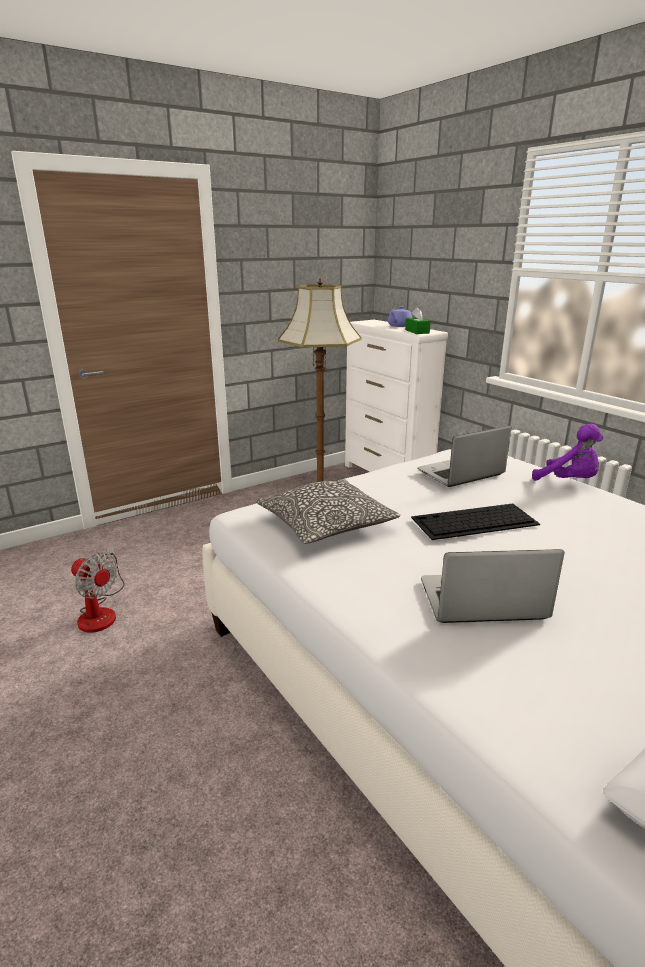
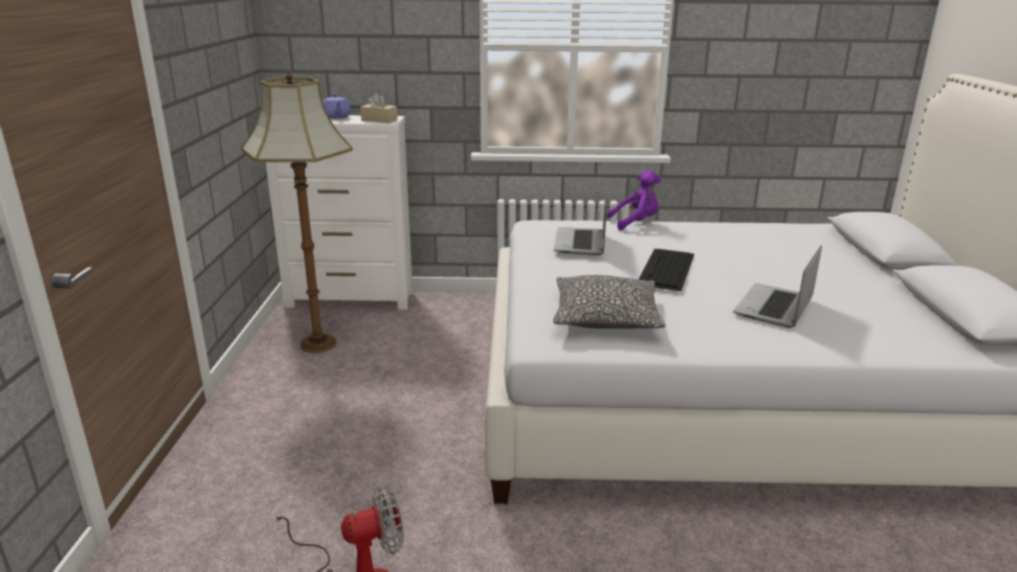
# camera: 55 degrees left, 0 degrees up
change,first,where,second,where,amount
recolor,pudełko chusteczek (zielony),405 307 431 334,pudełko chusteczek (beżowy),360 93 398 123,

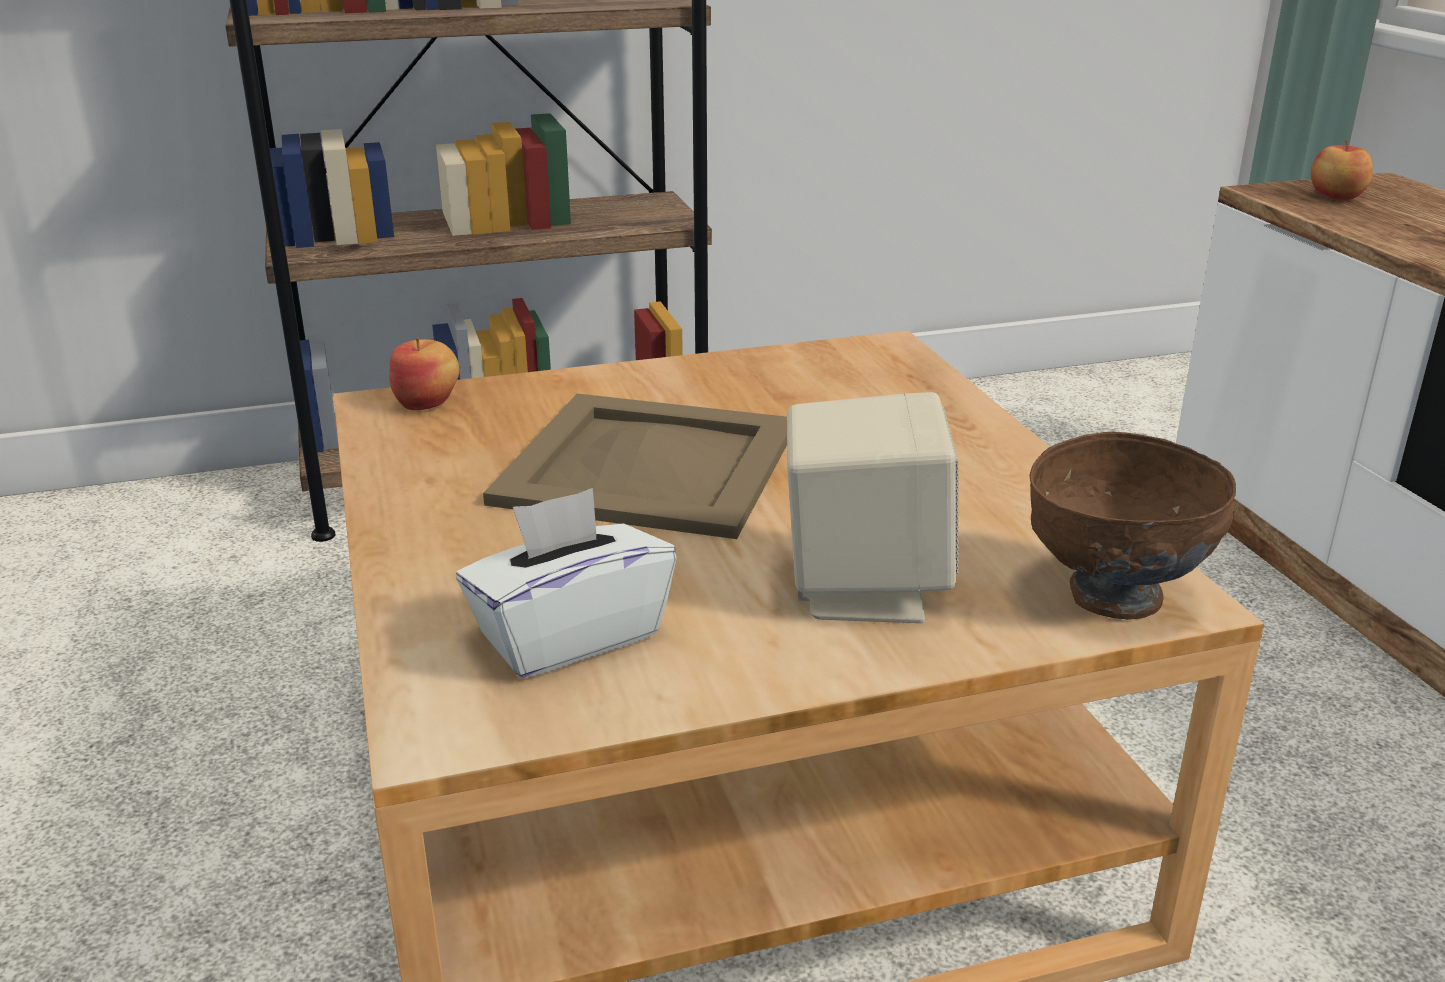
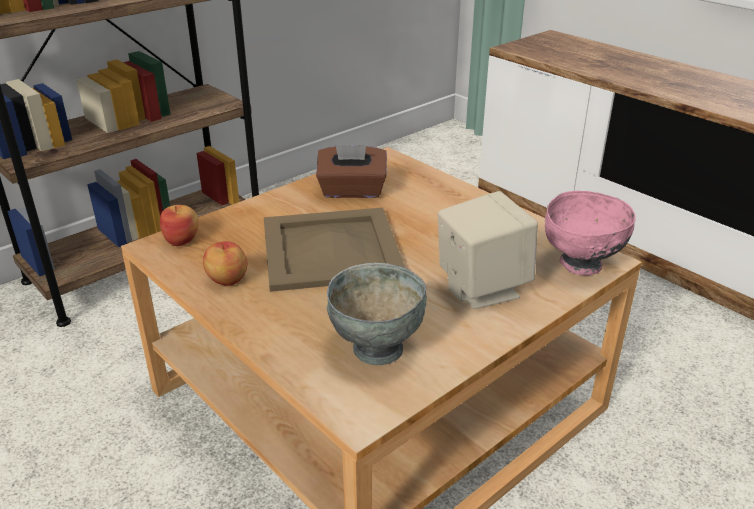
# camera: 25 degrees left, 5 degrees up
change,first,where,second,where,amount
insert,,,pudełko chusteczek (brązowy),316 145 387 198,
move,jabłko,1311 139 1373 201,,203 241 247 286,
replace,pudełko chusteczek (biały),456 488 677 678,miska (szary),327 263 427 365,
recolor,miska (brązowy),1029 432 1236 620,miska (różowy),545 191 636 275,

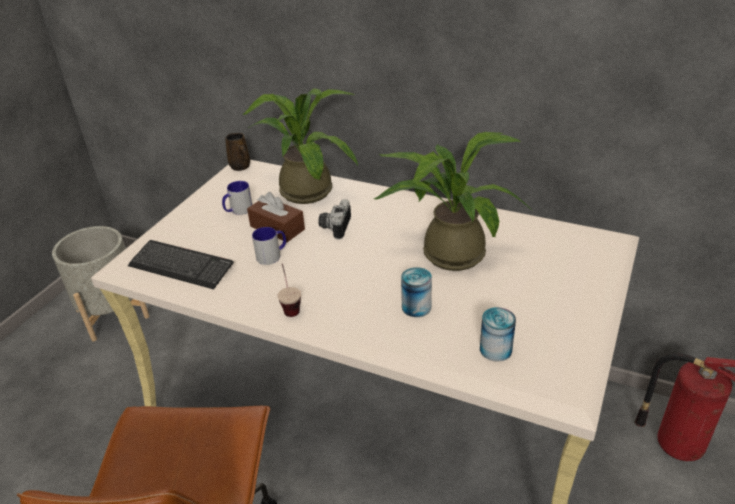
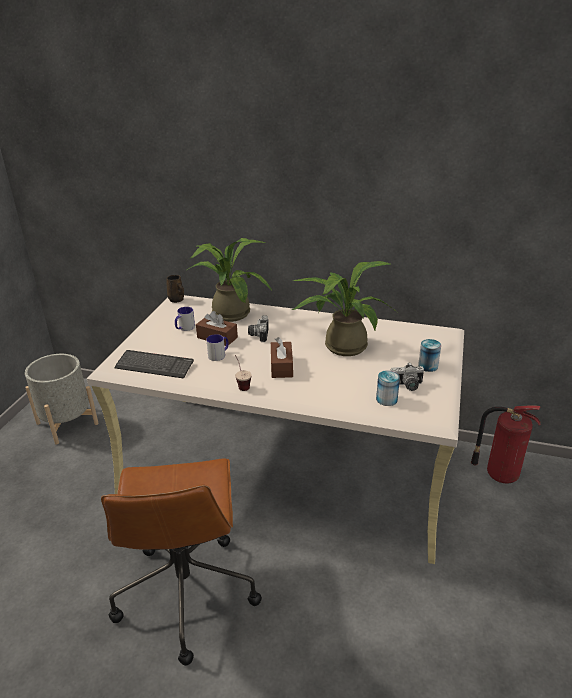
# camera: 10 degrees left, 5 degrees down
change,first,where,second,where,amount
insert,,,pudełko chusteczek (brązowy),271 337 293 378,
insert,,,aparat fotograficzny,390 362 424 391,
move,puszka,401 267 432 317,,418 339 441 372,

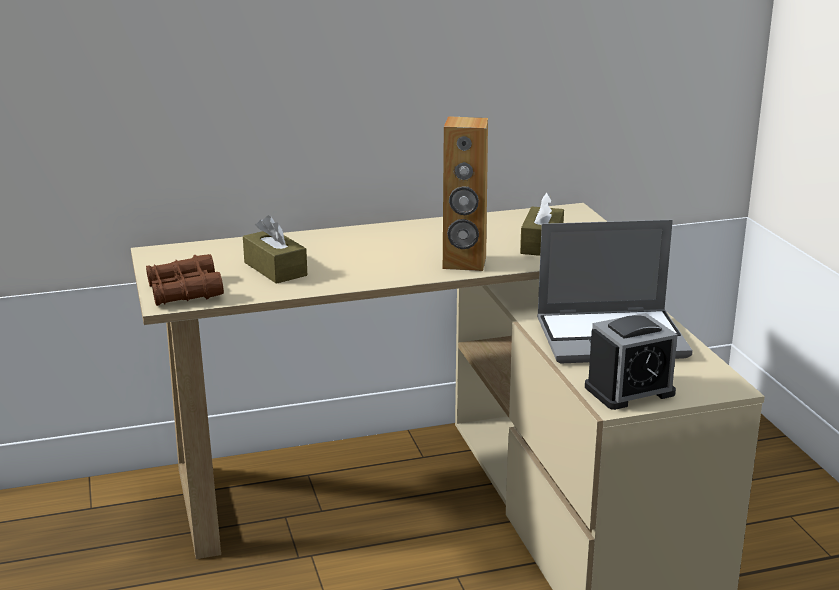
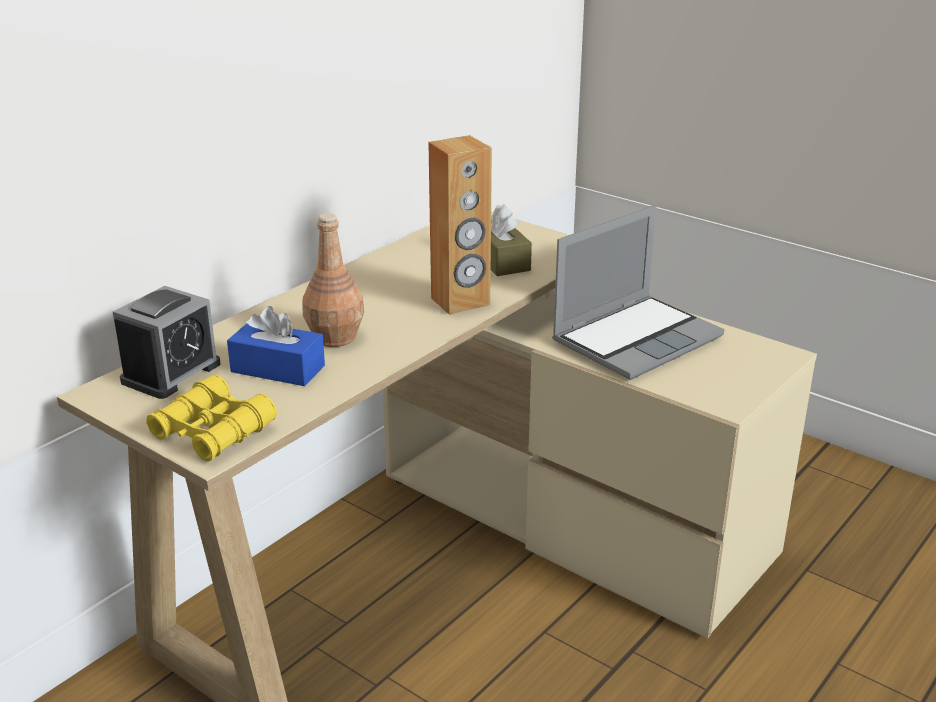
# camera: 35 degrees left, 5 degrees up
change,first,where,second,where,amount
insert,,,butelka (brązowy),302 213 364 347,
move,budzik,585 313 677 410,,113 286 221 399,
recolor,lornetka (brązowy),146 254 224 306,lornetka (żółty),146 375 277 461,
recolor,pudełko chusteczek (brązowy),243 215 307 284,pudełko chusteczek (niebieski),227 306 325 386,

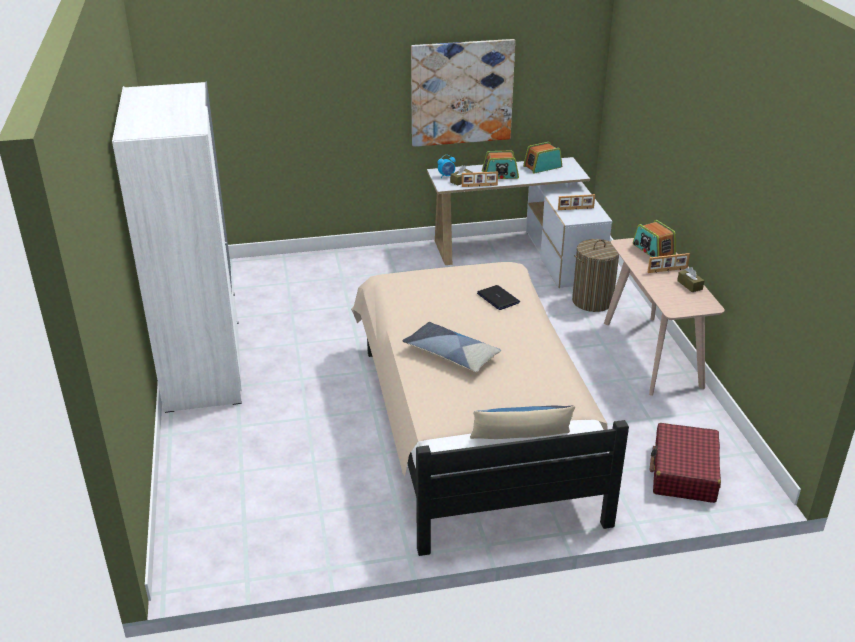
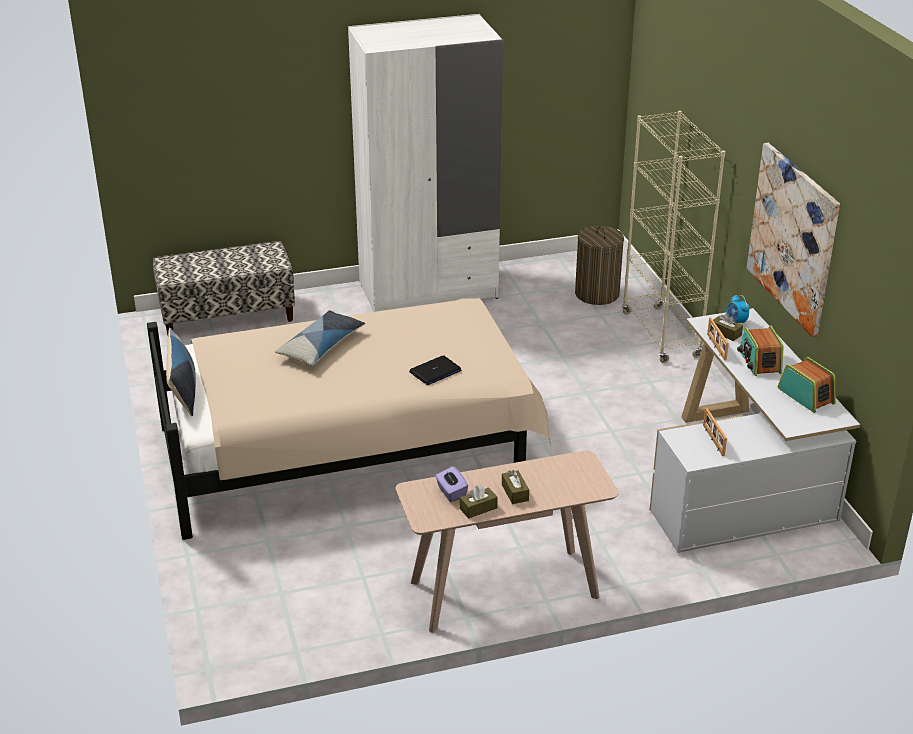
# camera: 85 degrees right, 0 degrees up
change,first,where,second,where,amount
delete,radio,633 220 676 257,,,
delete,walizka (czerwony),650 423 721 503,,,
insert,,,ławka,153 241 295 335,
insert,,,pudełko chusteczek (fioletowy),435 466 468 502,
insert,,,regał (beżowy),622 111 725 363,
move,kosz na pranie,572 239 619 312,,575 226 624 305,
replace,ramka na zdjęcie,648 253 690 273,pudełko chusteczek (brązowy),502 470 529 504,

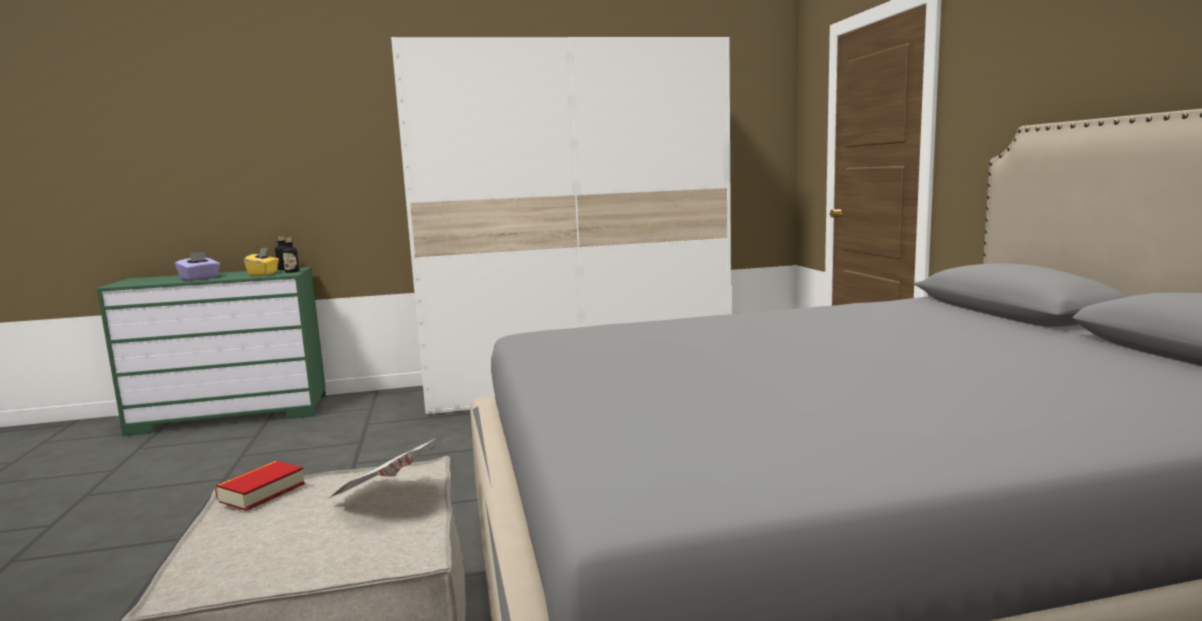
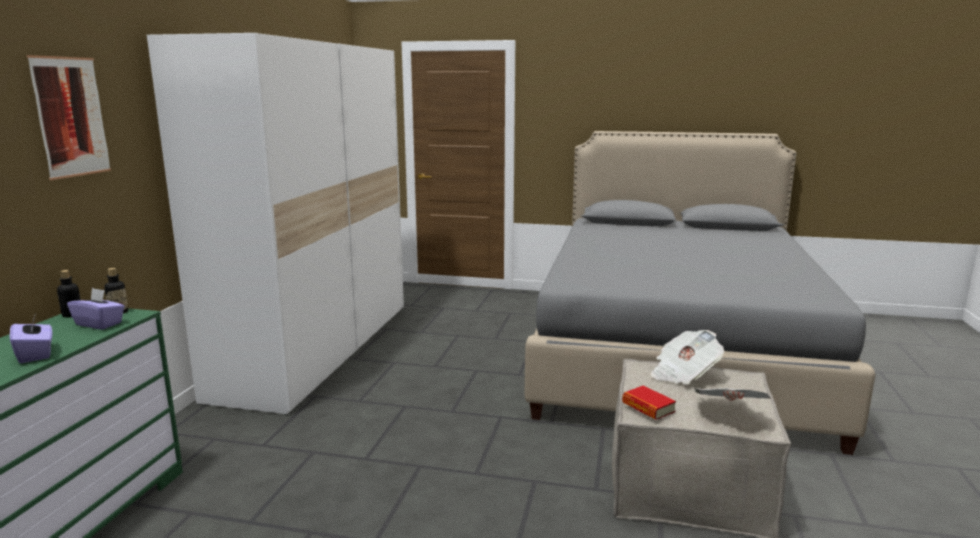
# camera: 65 degrees left, 5 degrees up
change,first,where,second,where,amount
insert,,,obraz,27 55 111 180,
insert,,,gazeta,694 388 771 401,
recolor,pudełko chusteczek (żółty),244 247 279 276,pudełko chusteczek (fioletowy),67 288 125 330,

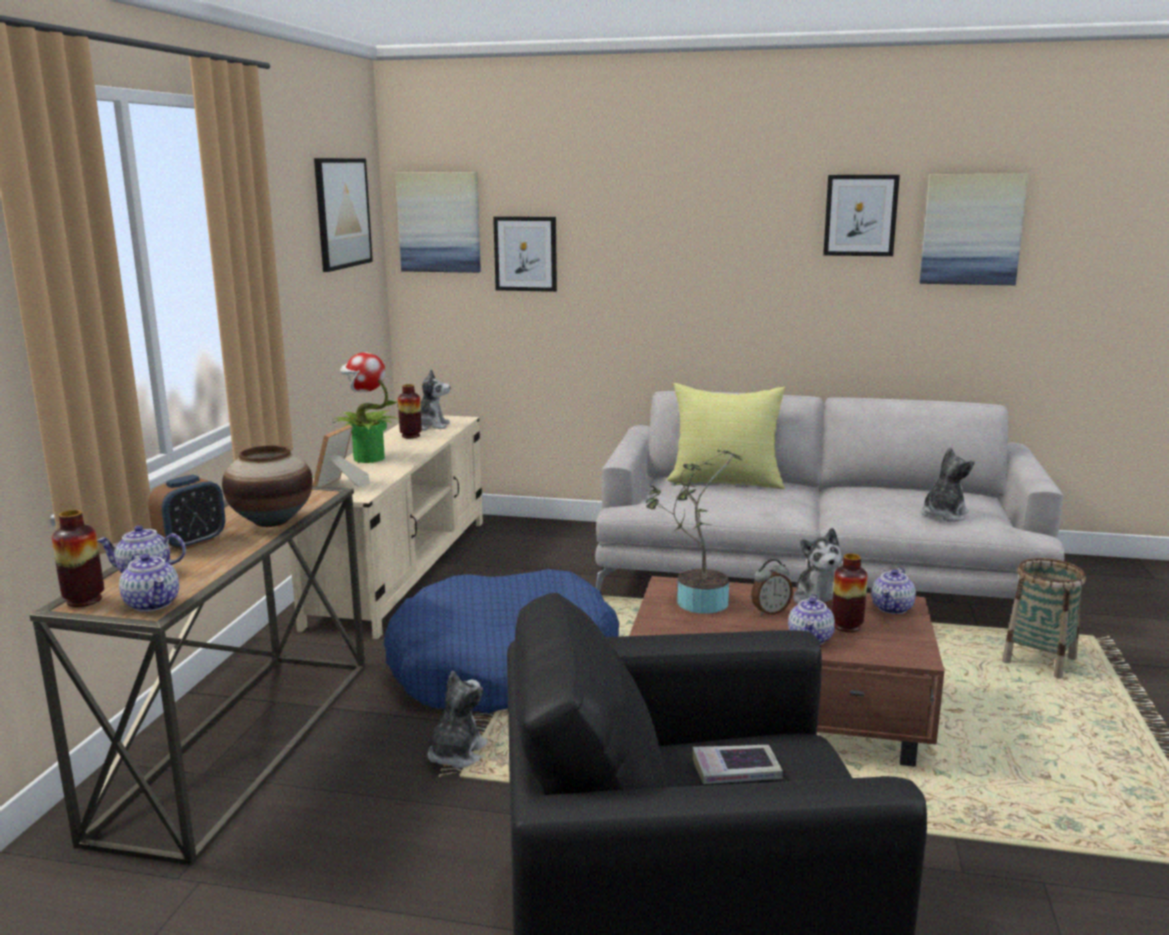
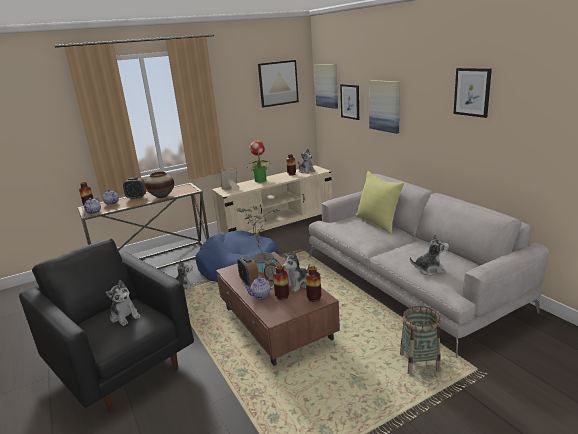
# camera: 50 degrees right, 5 degrees up
change,first,where,second,where,amount
insert,,,budzik,237 256 259 286,
move,obraz,920 174 1029 285,,369 80 400 134,
replace,książka,693 745 783 784,pluszak,106 280 141 326,
replace,imbryk,871 568 916 614,wazon,305 266 321 302,

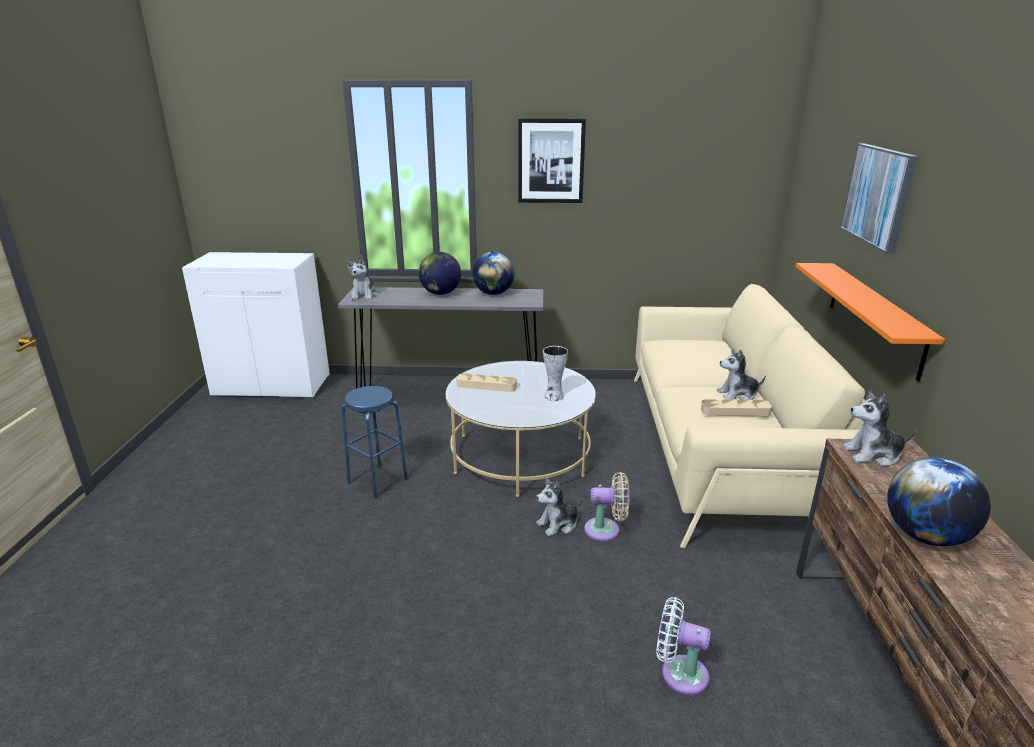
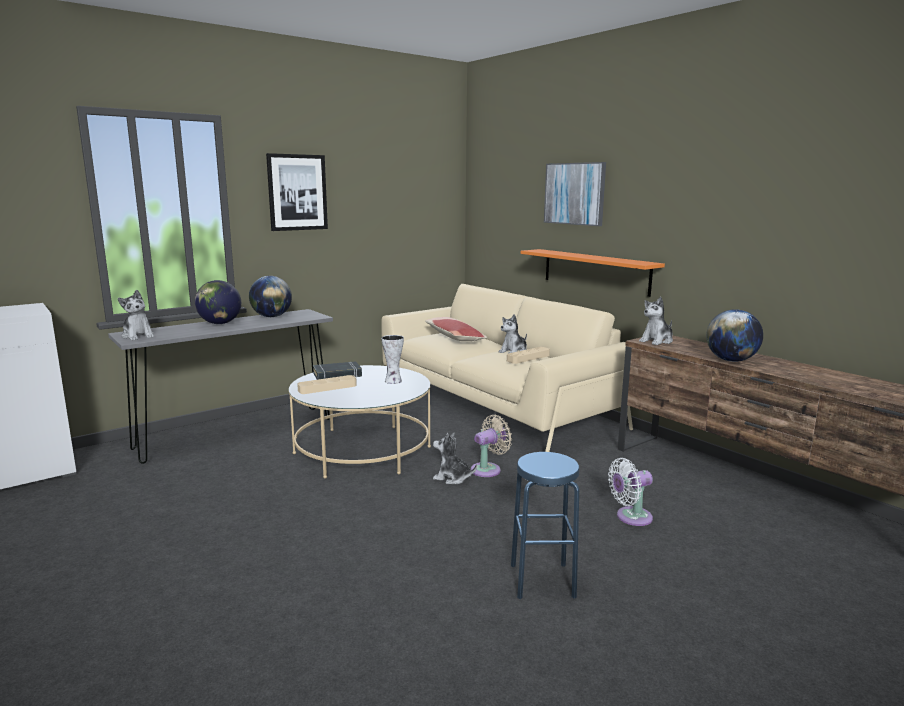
# camera: 40 degrees left, 10 degrees down
change,first,where,second,where,amount
insert,,,książka (czarny),313 361 362 380,
insert,,,poduszka,425 317 487 342,
move,stołek (niebieski),342 386 408 499,,511 452 579 599,
rotate,pluszak,536 478 583 536,,433 433 477 485,90 degrees clockwise

